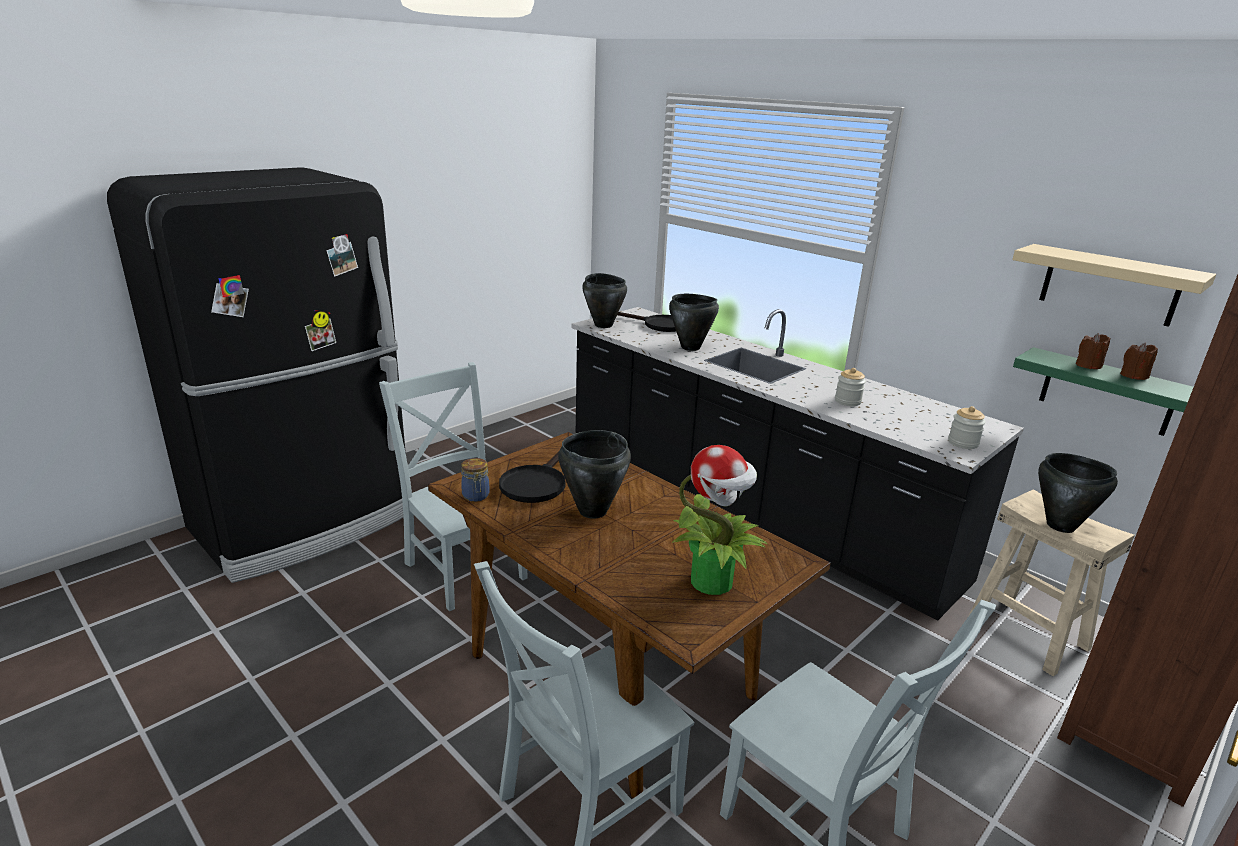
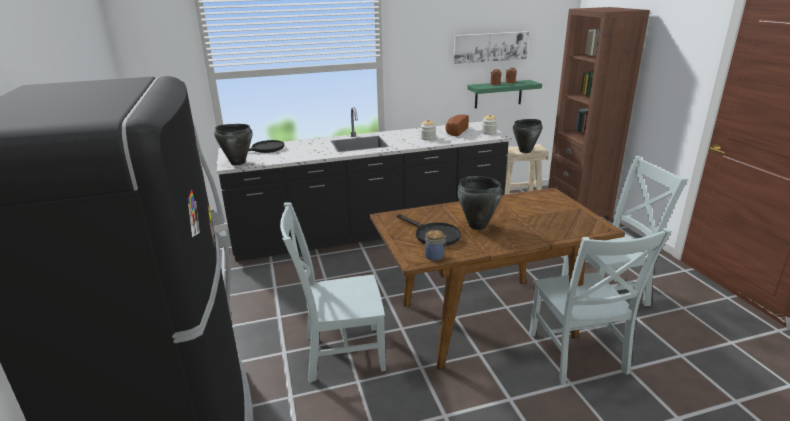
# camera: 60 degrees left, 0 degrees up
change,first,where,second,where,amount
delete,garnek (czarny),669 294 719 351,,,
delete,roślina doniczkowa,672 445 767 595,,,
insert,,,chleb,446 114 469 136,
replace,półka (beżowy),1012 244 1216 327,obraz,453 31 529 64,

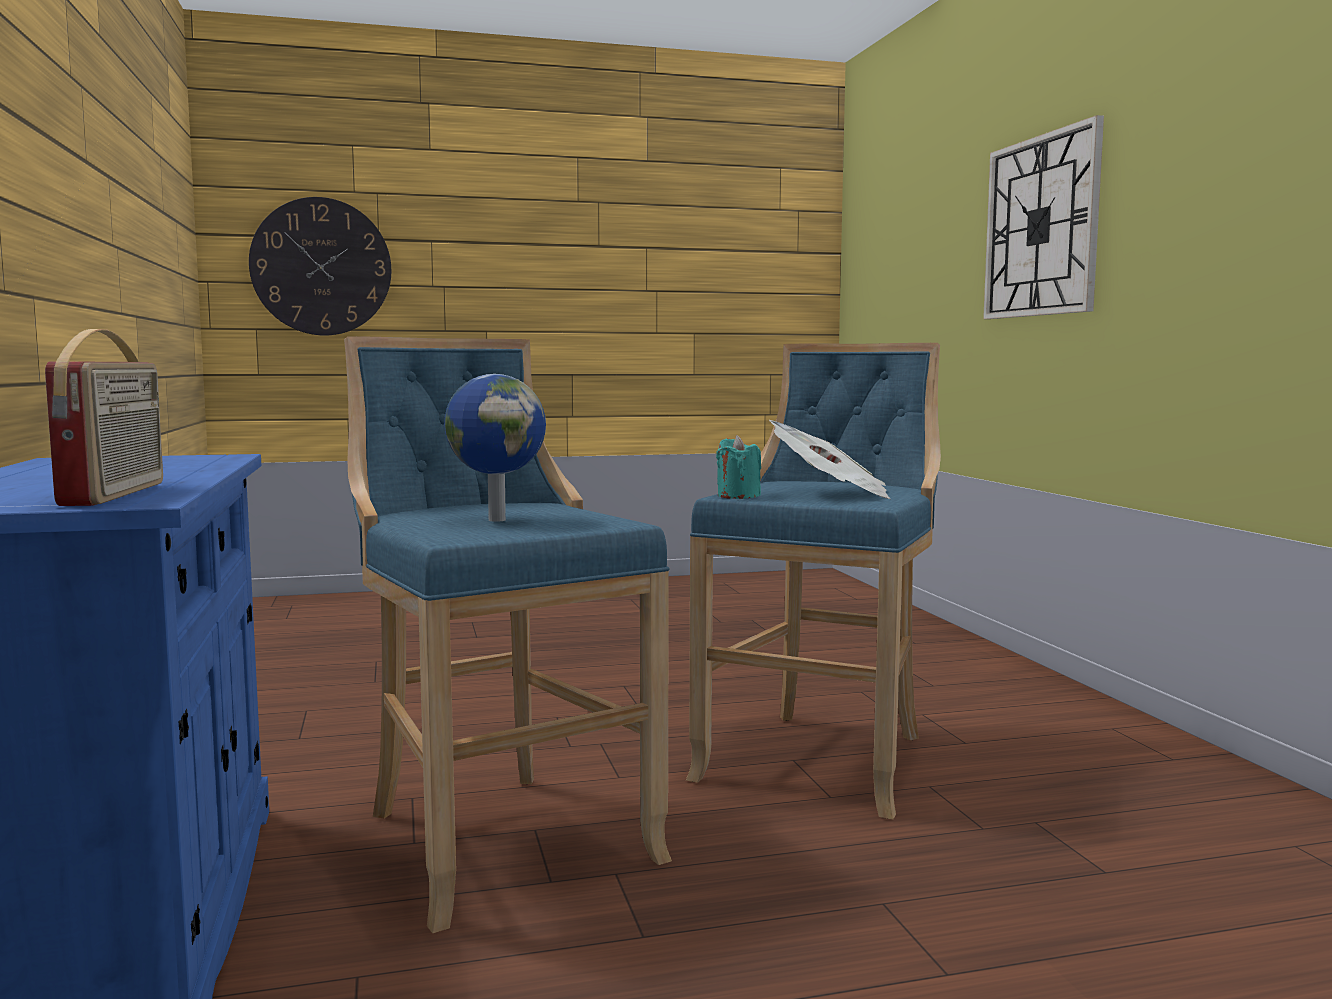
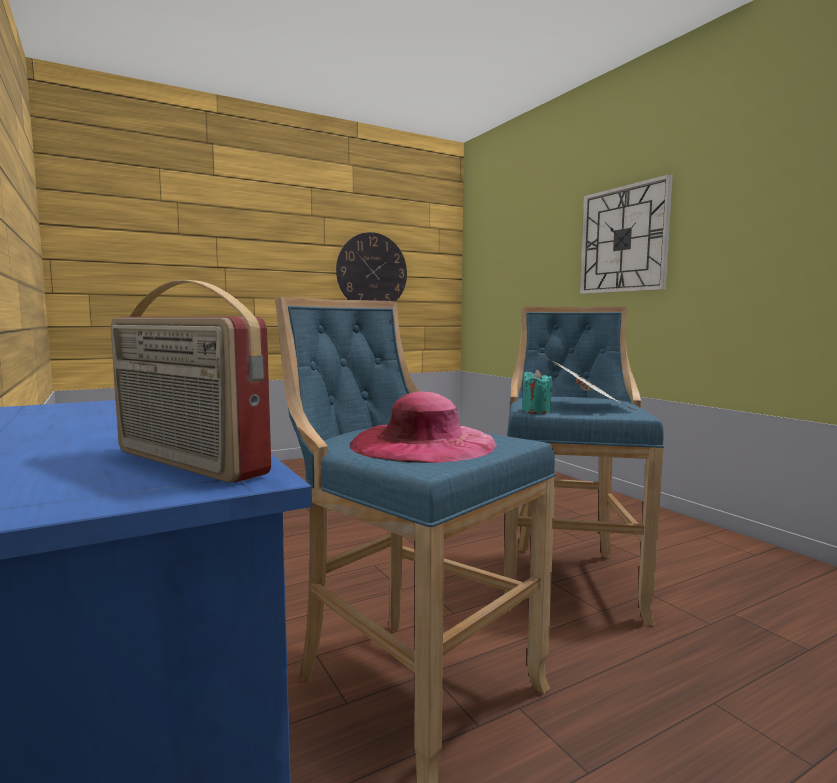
# camera: 15 degrees left, 0 degrees up
change,first,where,second,where,amount
move,zegar ścienny,249 197 391 335,,336 232 407 301,
replace,globus,444 374 546 522,kapelusz (różowy),350 391 497 463,
rotate,radio,45 329 163 506,,111 280 271 483,150 degrees clockwise

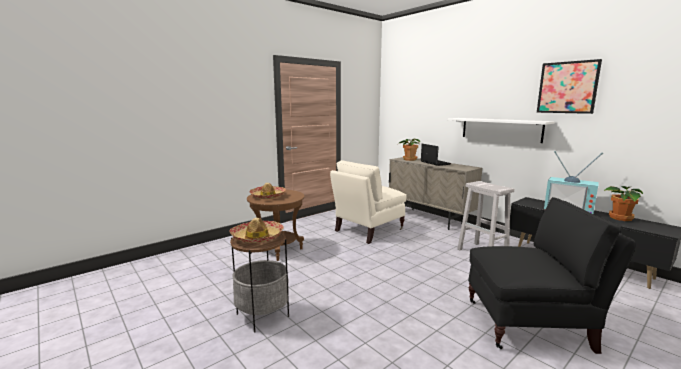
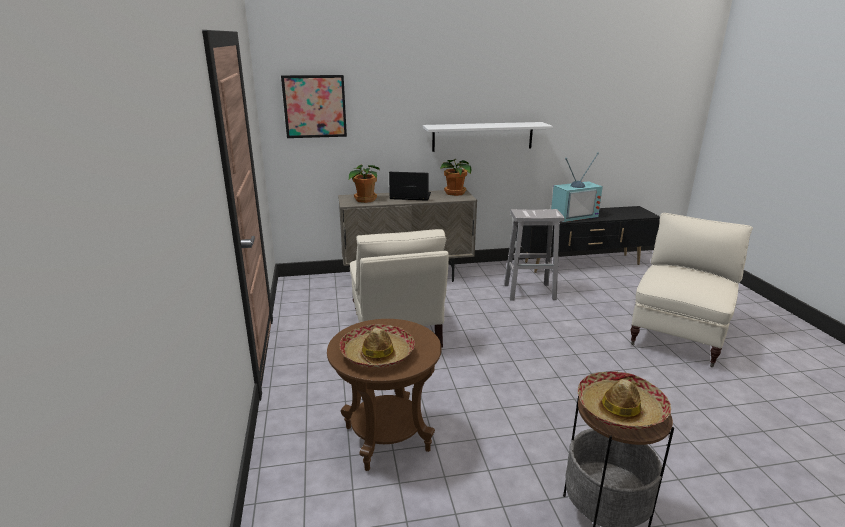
# camera: 60 degrees left, 10 degrees up
change,first,where,second,where,amount
move,obraz,537 59 602 114,,281 75 347 138,
move,roślina doniczkowa,604 186 643 221,,440 159 472 196,
recolor,fotel (czarny),468 197 636 354,fotel (beżowy),631 213 753 367,

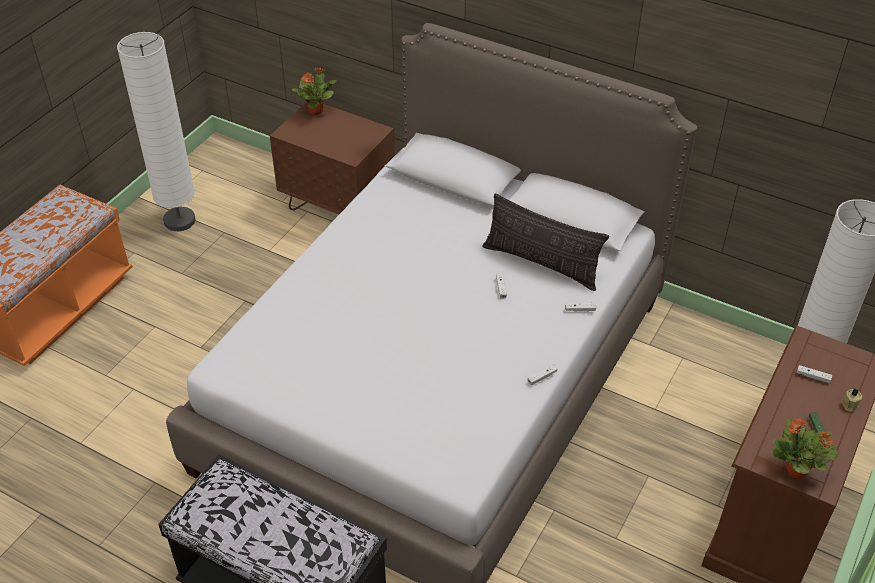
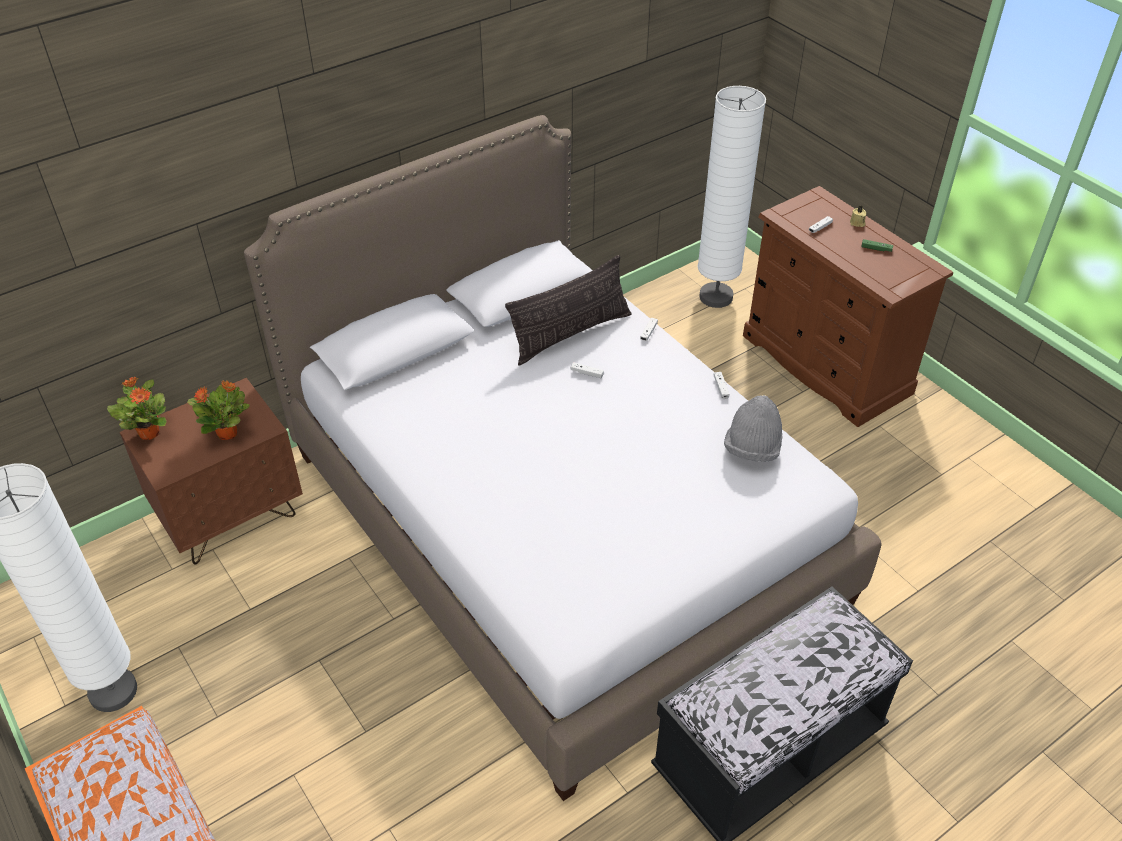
# camera: 65 degrees left, 0 degrees up
change,first,where,second,where,amount
insert,,,kapelusz (szary),724 395 783 462,
move,roślina doniczkowa,771 418 839 480,,187 380 250 440,

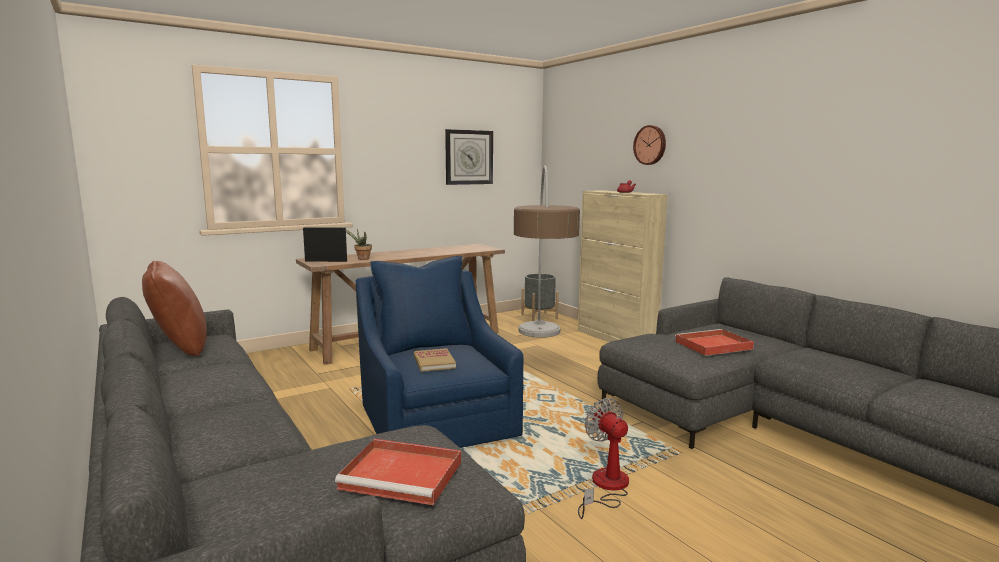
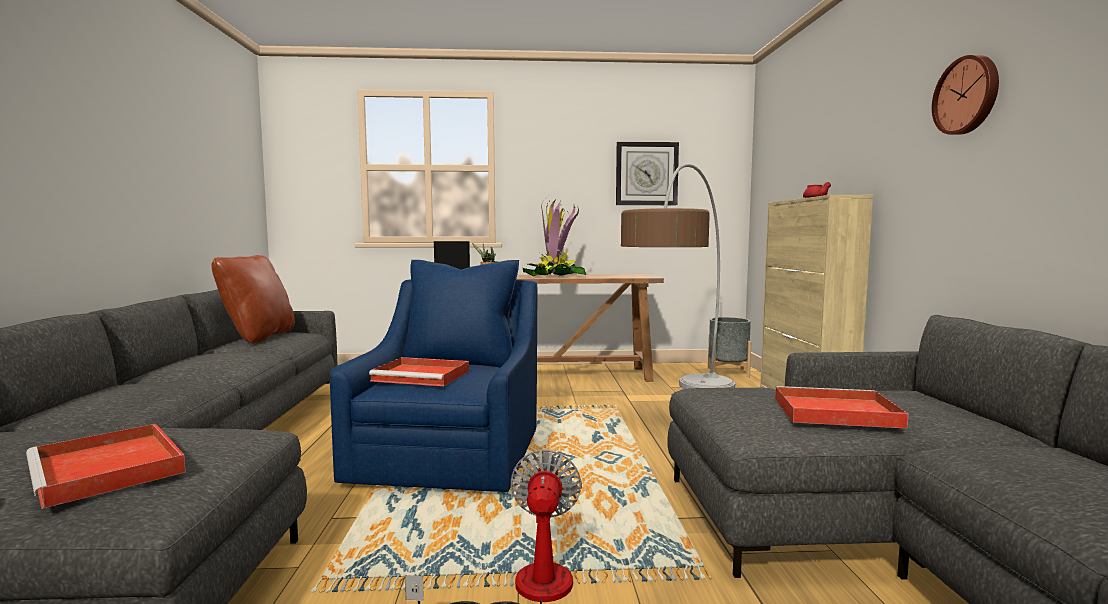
# camera: 30 degrees right, 5 degrees down
change,first,where,second,where,amount
insert,,,roślina doniczkowa,523 198 586 276,
move,zegar ścienny,633 125 666 165,,932 55 999 135,
replace,książka,414 348 456 372,taca (czerwony),369 357 469 386,

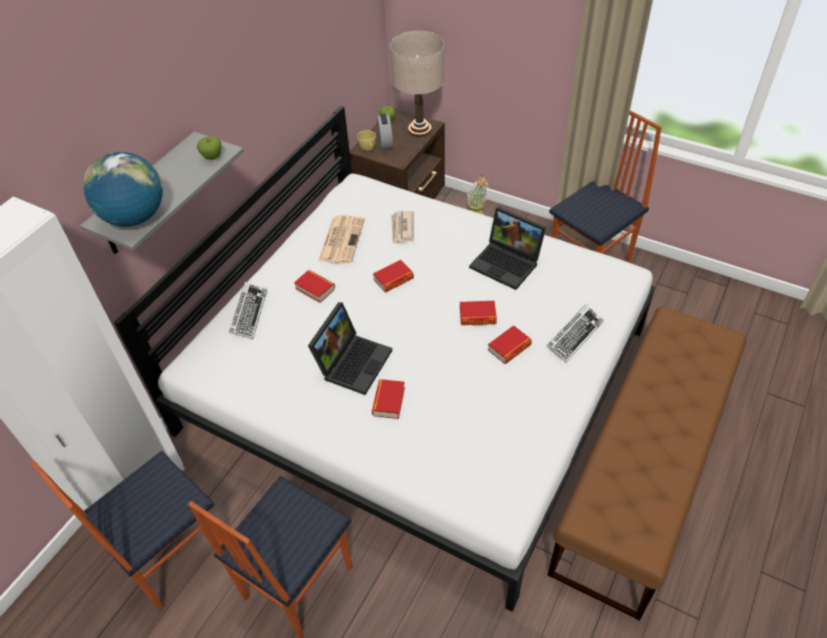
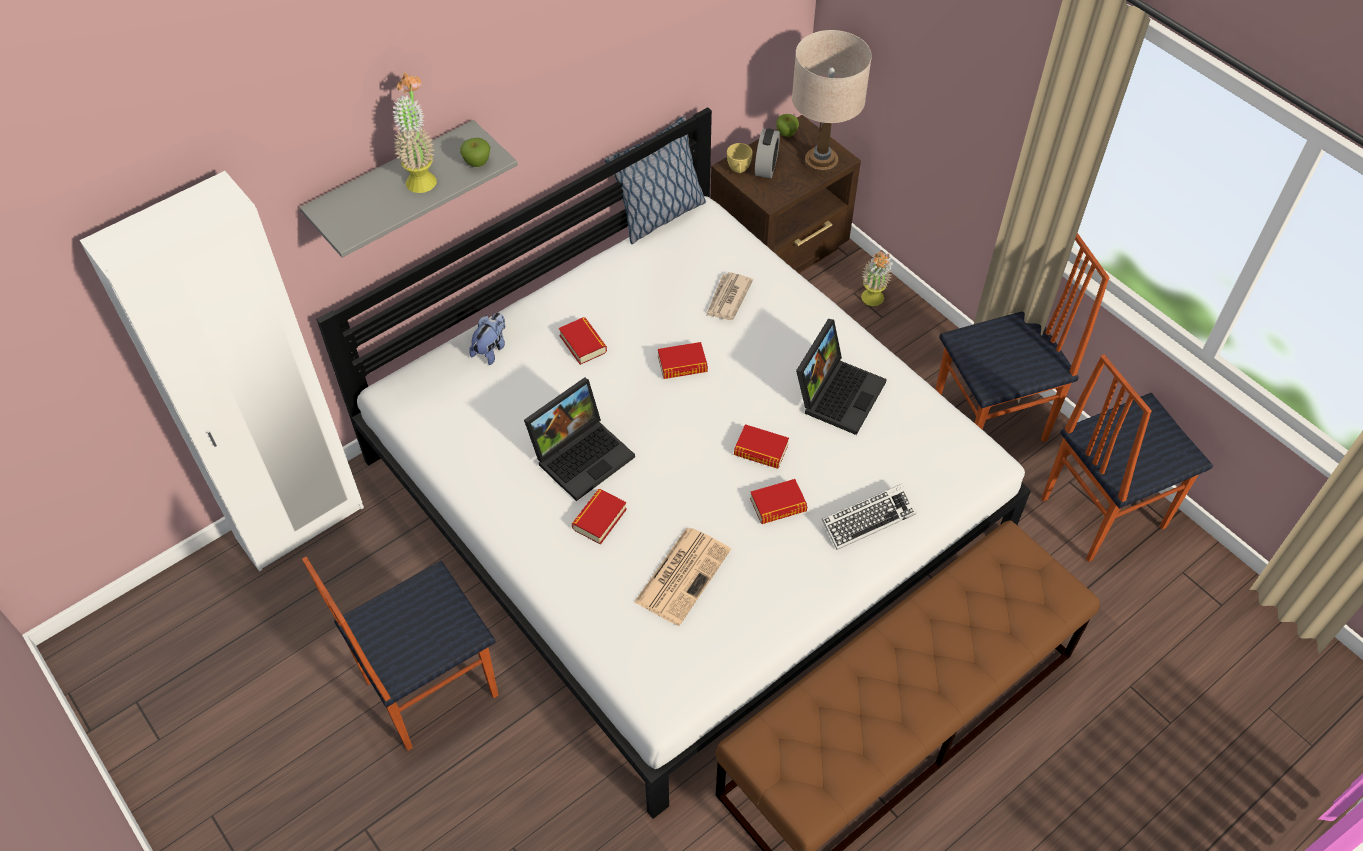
# camera: 20 degrees right, 5 degrees up
change,first,where,second,where,amount
delete,globus,83 152 163 227,,,
insert,,,roślina doniczkowa,392 72 437 193,
insert,,,poduszka,605 116 706 244,
move,krzesło,30 451 223 610,,1041 354 1213 562,
move,gazeta,318 215 365 264,,634 528 731 626,
replace,klawiatura,229 282 267 339,pluszak,469 313 505 365,
rotate,laptop,469 207 546 290,,796 319 887 435,120 degrees counterclockwise

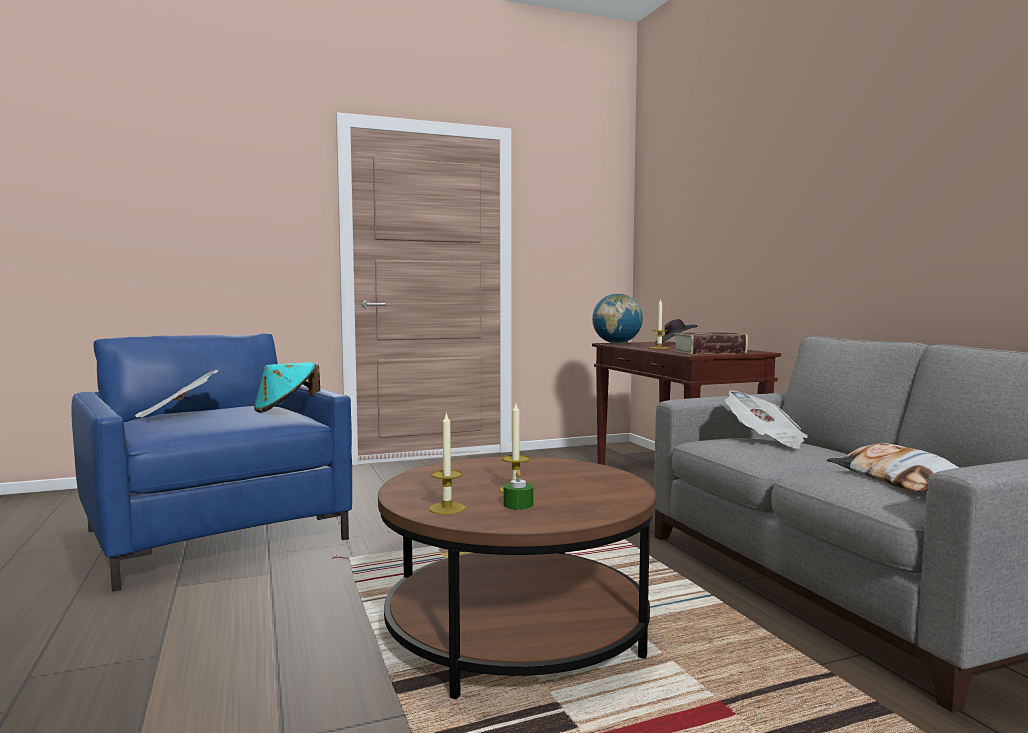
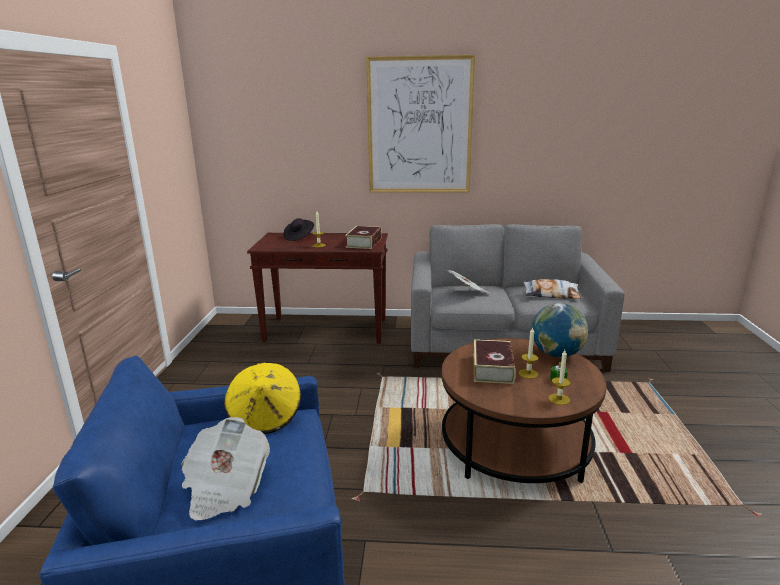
# camera: 65 degrees left, 15 degrees up
change,first,where,second,where,amount
insert,,,obraz,366 55 475 193,
insert,,,książka,473 339 516 384,
move,globus,592 293 643 344,,532 303 588 357,
recolor,kapelusz (turkusowy),254 362 320 413,kapelusz (żółty),224 362 301 434,

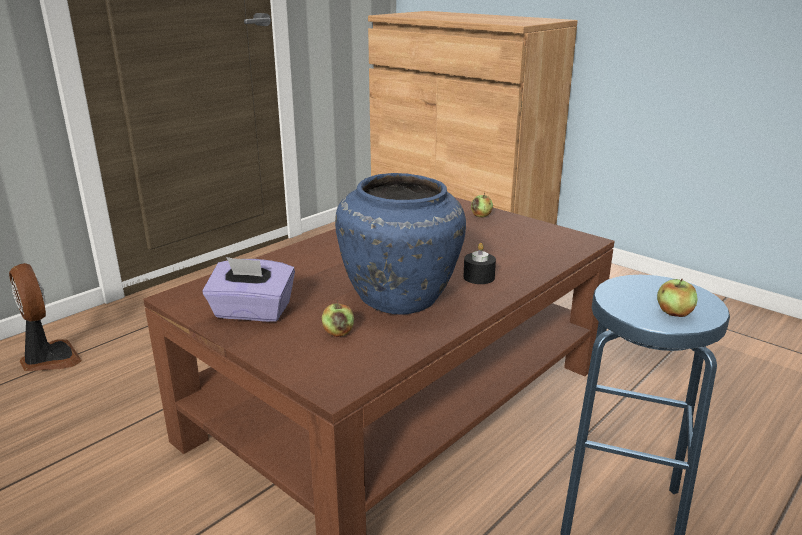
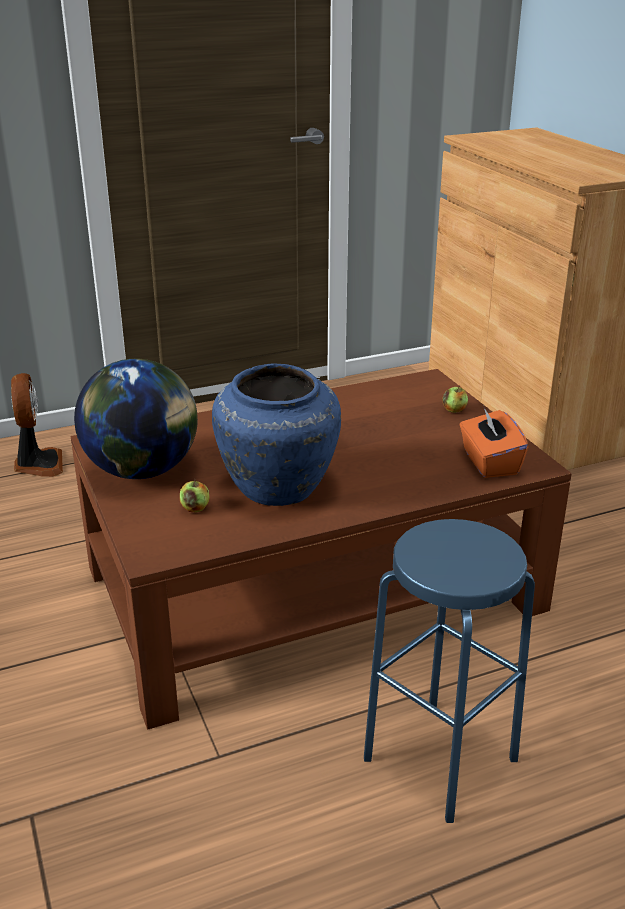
# camera: 25 degrees right, 5 degrees up
change,first,where,second,where,amount
delete,świeca (czarny),463 243 496 284,,,
delete,jabłko,657 279 698 317,,,
insert,,,pudełko chusteczek (pomarańczowy),460 408 528 478,
replace,pudełko chusteczek (fioletowy),203 257 295 322,globus,74 359 198 479,

